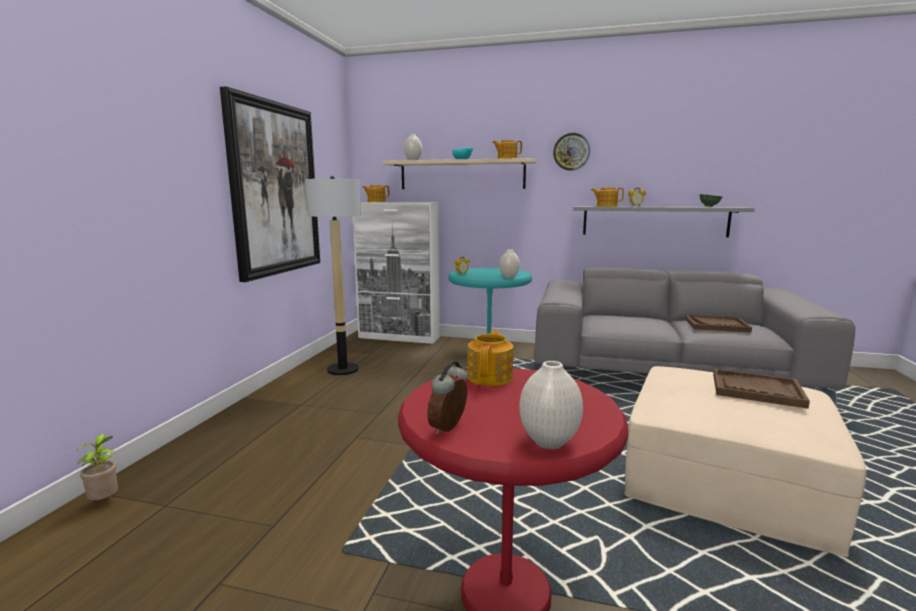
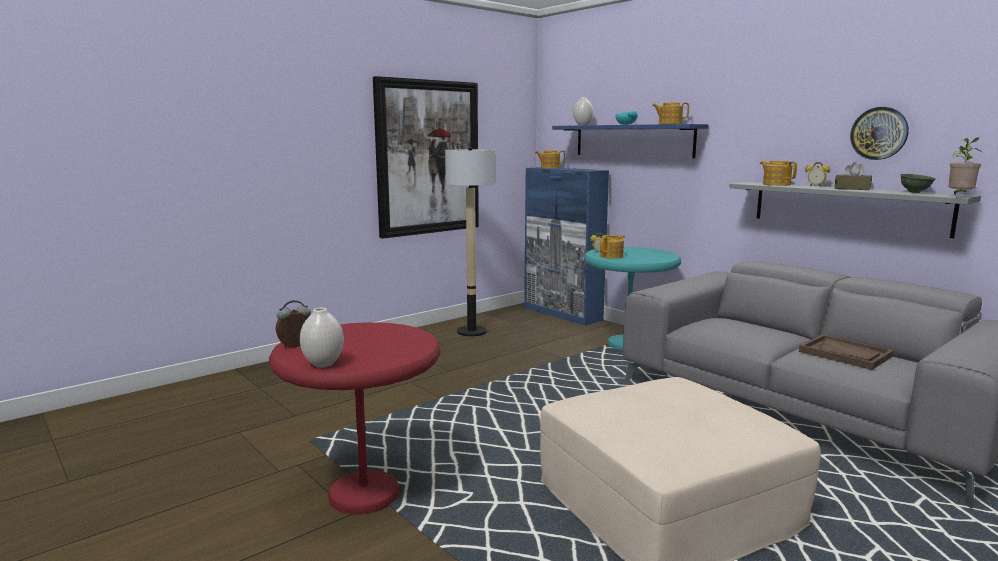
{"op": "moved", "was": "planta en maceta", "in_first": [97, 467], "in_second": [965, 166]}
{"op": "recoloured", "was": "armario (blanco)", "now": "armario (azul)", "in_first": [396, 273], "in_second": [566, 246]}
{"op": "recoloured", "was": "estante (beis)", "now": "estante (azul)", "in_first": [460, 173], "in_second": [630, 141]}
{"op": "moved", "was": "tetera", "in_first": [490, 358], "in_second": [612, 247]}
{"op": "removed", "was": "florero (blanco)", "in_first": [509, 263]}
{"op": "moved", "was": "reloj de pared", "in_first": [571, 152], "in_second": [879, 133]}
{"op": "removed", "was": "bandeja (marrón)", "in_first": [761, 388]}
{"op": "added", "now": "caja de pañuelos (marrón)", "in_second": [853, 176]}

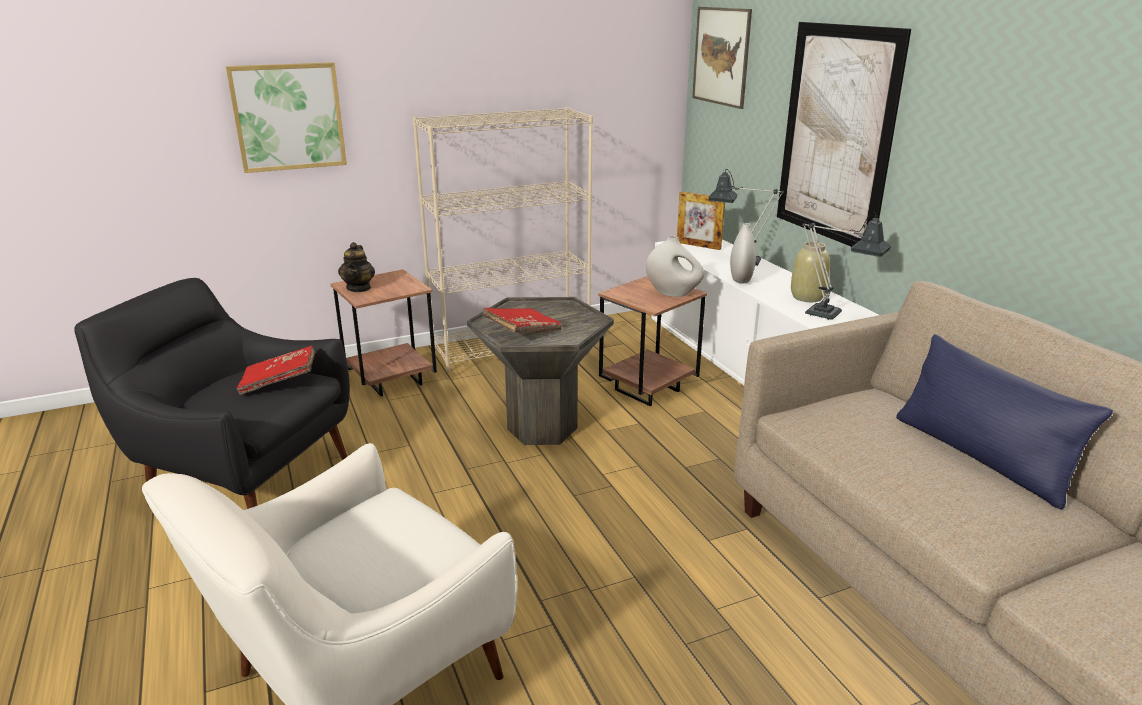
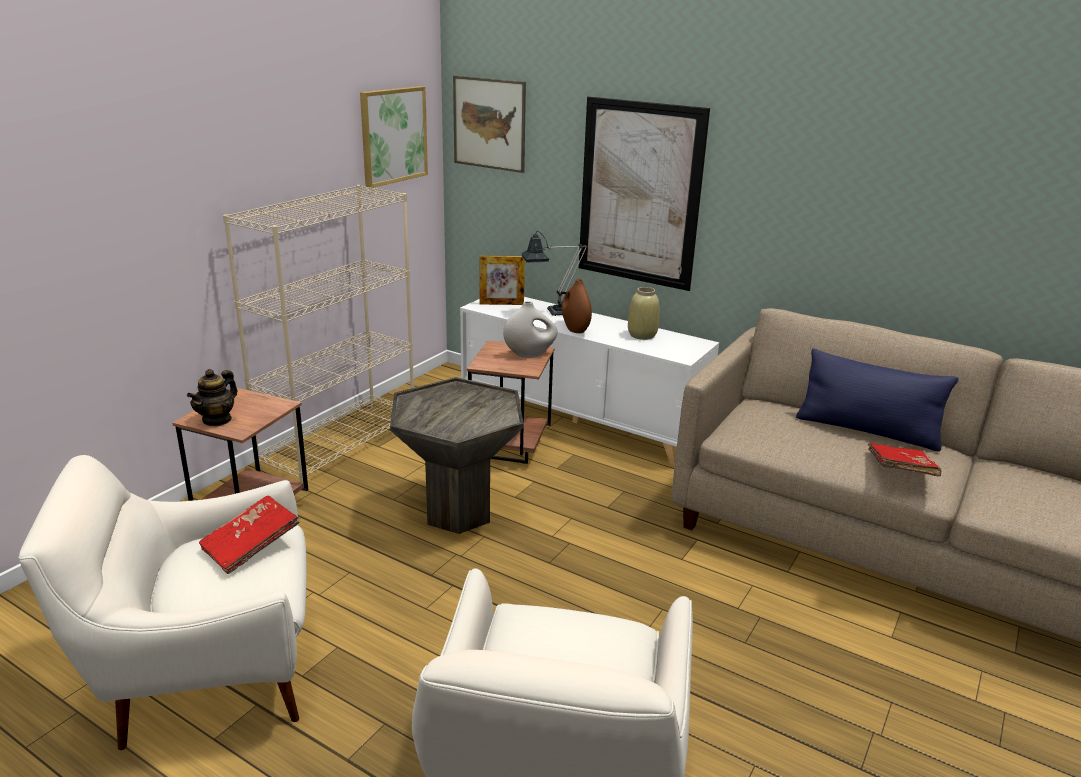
{"op": "recoloured", "was": "sillón (negro)", "now": "sillón (blanco)", "in_first": [212, 393], "in_second": [162, 602]}
{"op": "moved", "was": "cuadro", "in_first": [286, 117], "in_second": [394, 137]}
{"op": "turned", "was": "tetera", "in_first": [356, 267], "in_second": [212, 397], "clockwise": 60}
{"op": "moved", "was": "libro (rojo)", "in_first": [522, 320], "in_second": [905, 460]}
{"op": "recoloured", "was": "florero (blanco)", "now": "florero (marrón)", "in_first": [743, 253], "in_second": [577, 306]}
{"op": "removed", "was": "lámpara de mesa", "in_first": [846, 266]}

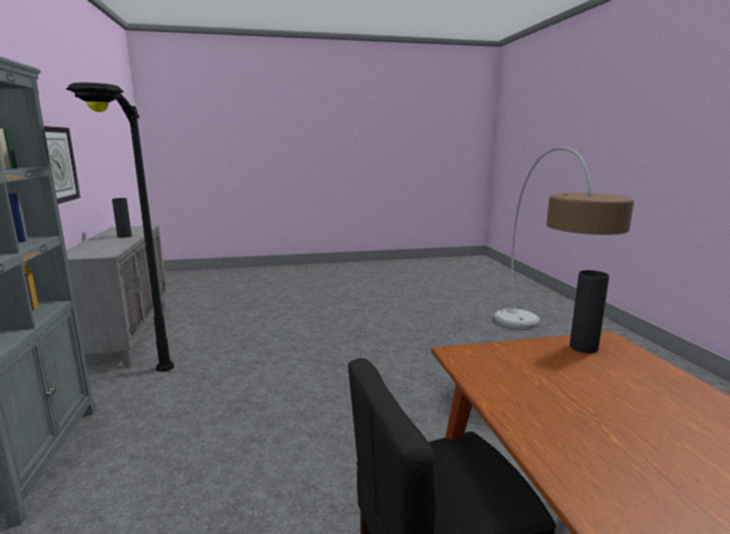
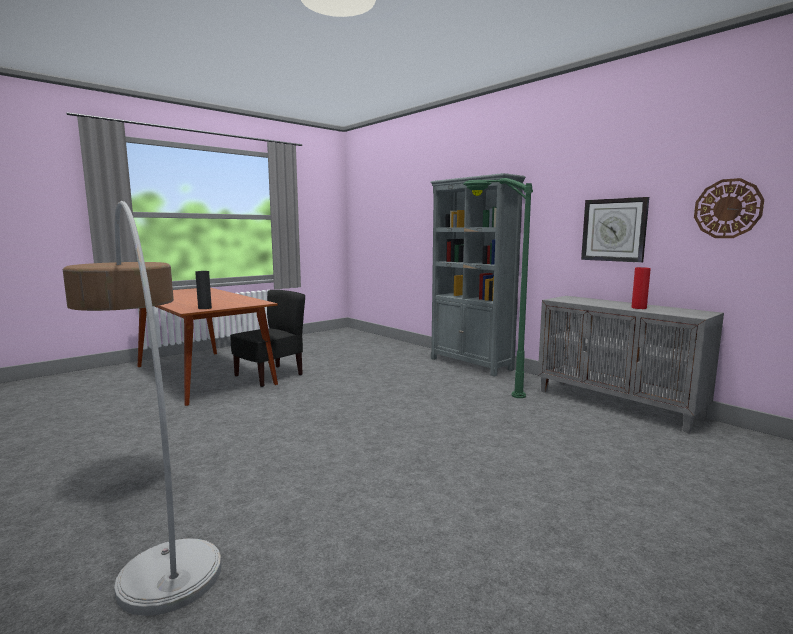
{"op": "recoloured", "was": "lámpara de pie (negro)", "now": "lámpara de pie (verde)", "in_first": [120, 227], "in_second": [498, 288]}
{"op": "recoloured", "was": "florero (negro)", "now": "florero (rojo)", "in_first": [122, 218], "in_second": [641, 288]}
{"op": "added", "now": "reloj de pared", "in_second": [729, 208]}

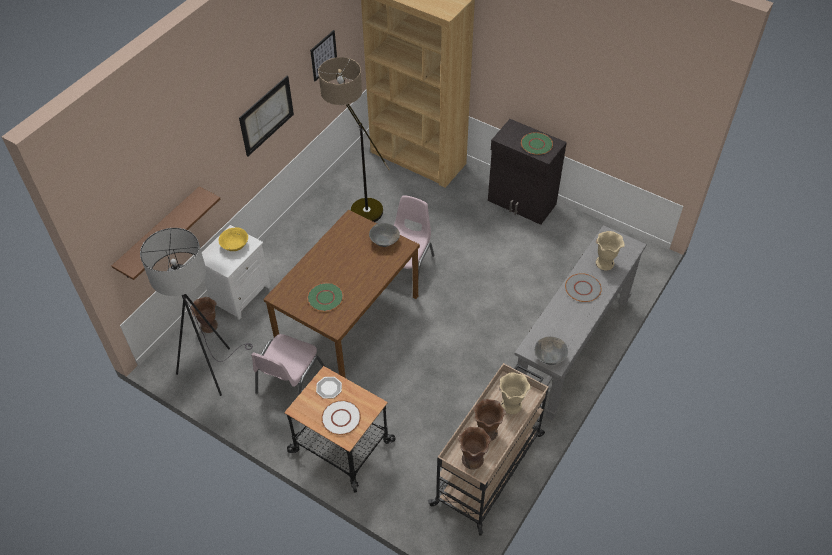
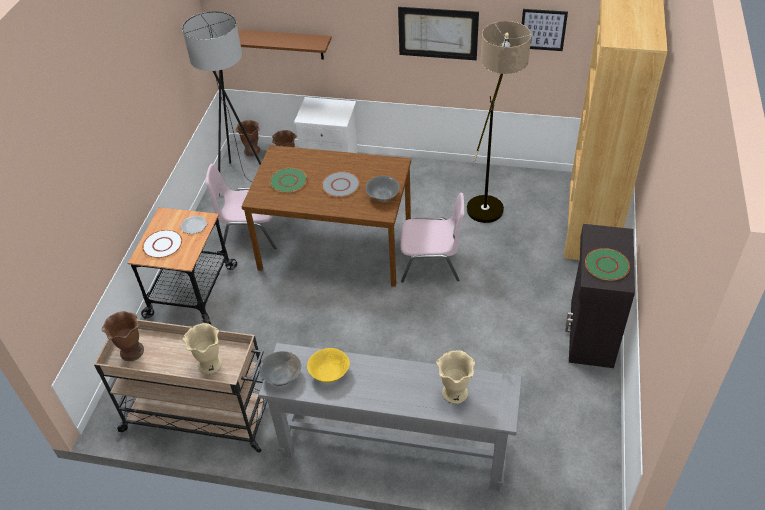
{"op": "moved", "was": "cuenco (amarillo)", "in_first": [233, 239], "in_second": [328, 365]}
{"op": "moved", "was": "florero (marrón)", "in_first": [489, 420], "in_second": [248, 138]}
{"op": "moved", "was": "plato (gris)", "in_first": [583, 287], "in_second": [341, 184]}

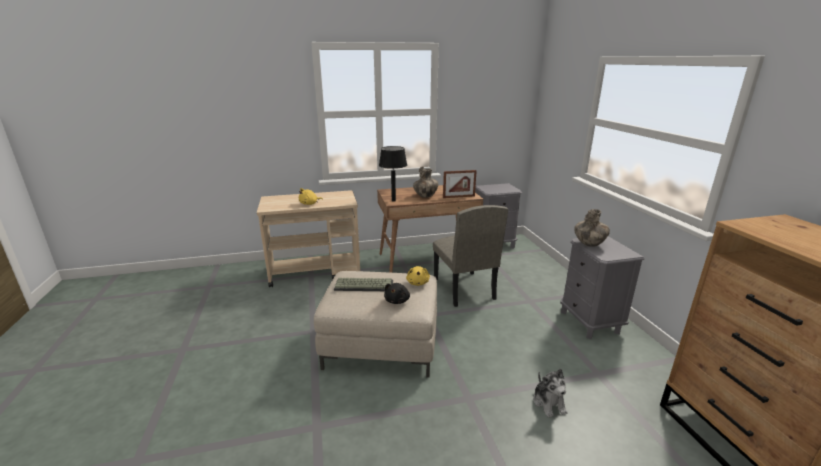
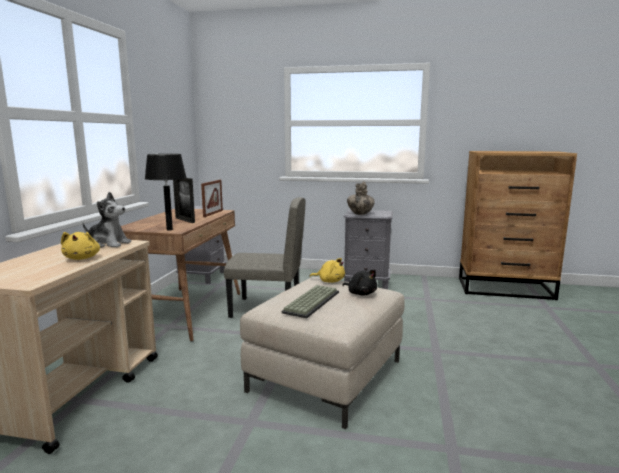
{"op": "replaced", "was": "florero", "now": "portarretratos", "in_first": [425, 182], "in_second": [184, 200]}
{"op": "moved", "was": "peluche", "in_first": [550, 393], "in_second": [107, 219]}

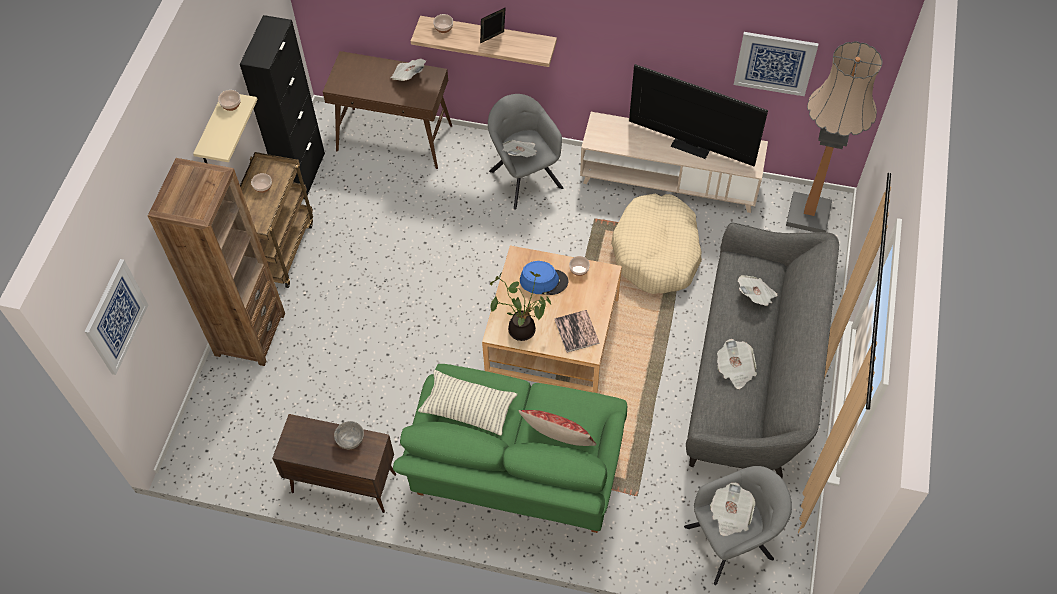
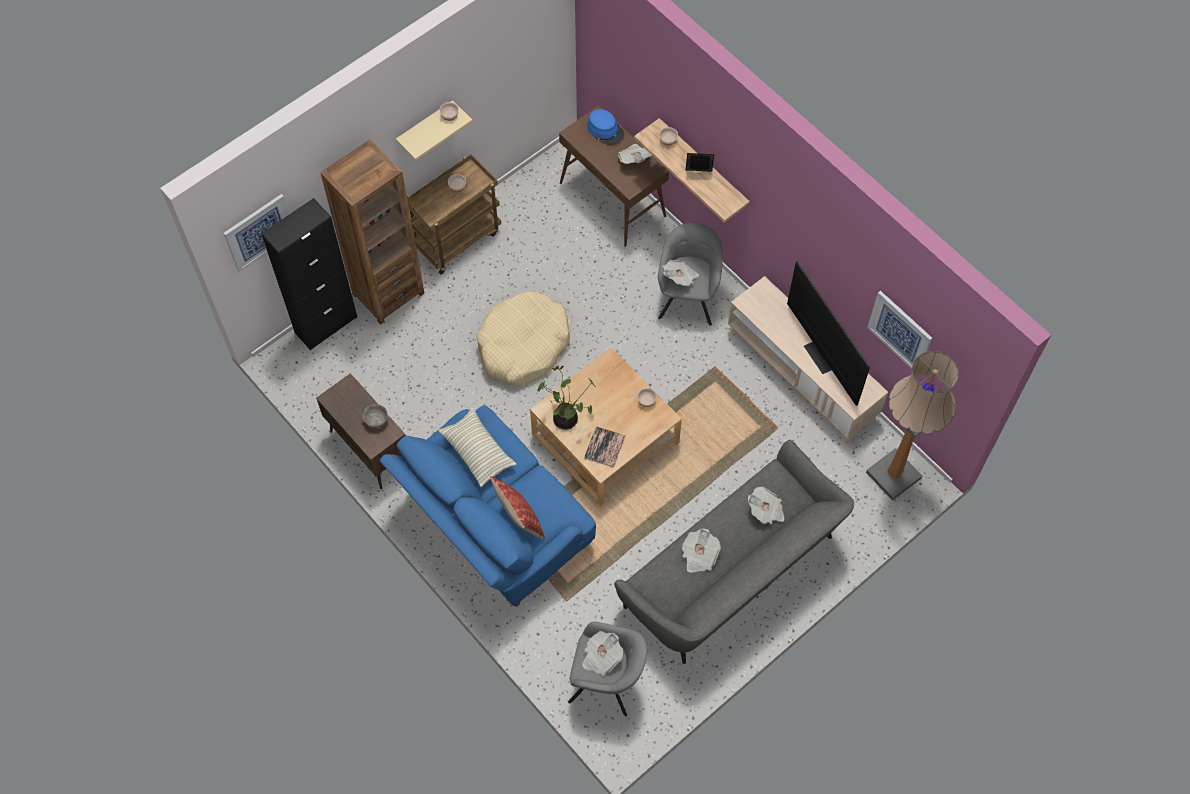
{"op": "moved", "was": "armario (negro)", "in_first": [282, 107], "in_second": [309, 274]}
{"op": "recoloured", "was": "sofá (verde)", "now": "sofá (azul)", "in_first": [510, 448], "in_second": [488, 506]}
{"op": "moved", "was": "sombrero (azul)", "in_first": [544, 278], "in_second": [605, 127]}
{"op": "moved", "was": "cama para perro (beis)", "in_first": [656, 244], "in_second": [523, 338]}

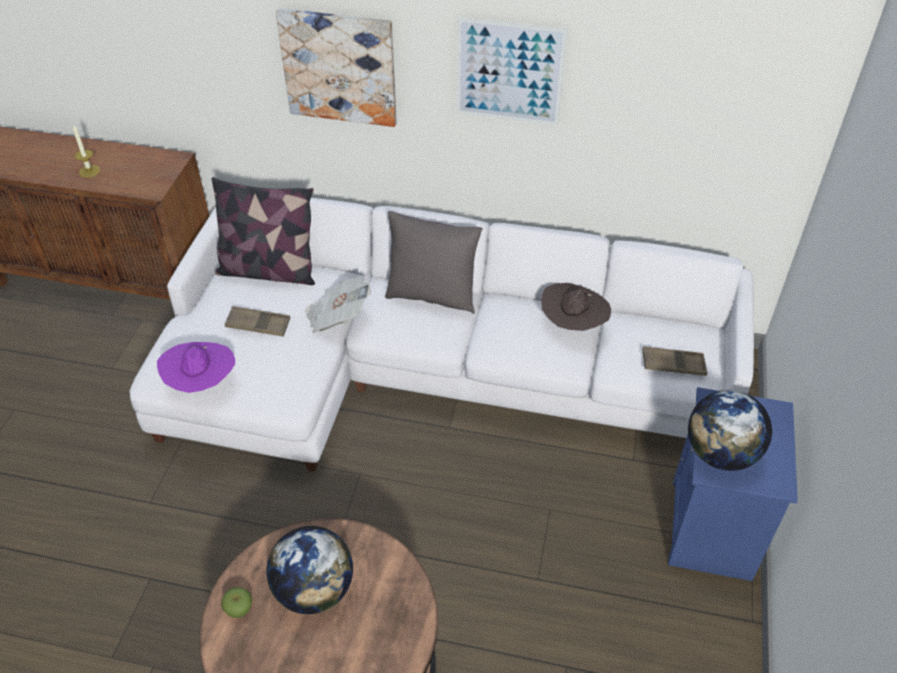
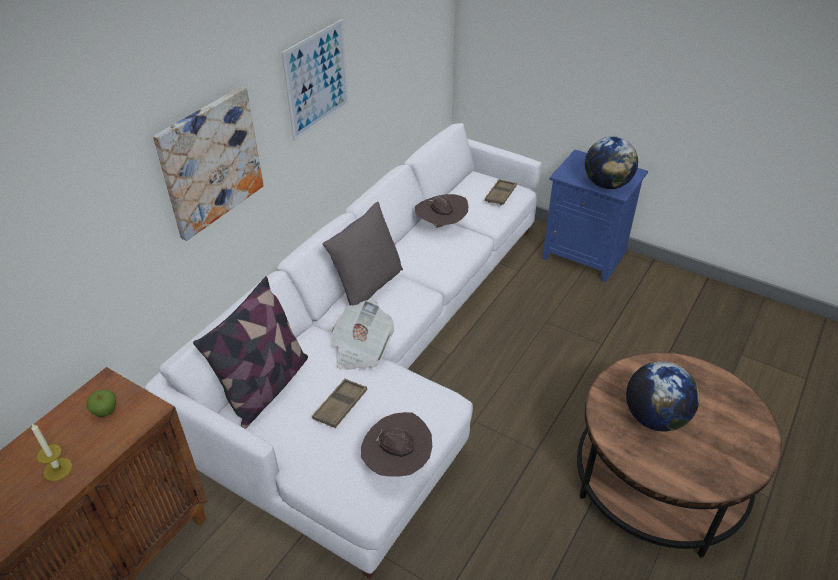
{"op": "recoloured", "was": "sombrero (morado)", "now": "sombrero (marrón)", "in_first": [196, 367], "in_second": [396, 444]}
{"op": "moved", "was": "manzana", "in_first": [236, 602], "in_second": [101, 403]}

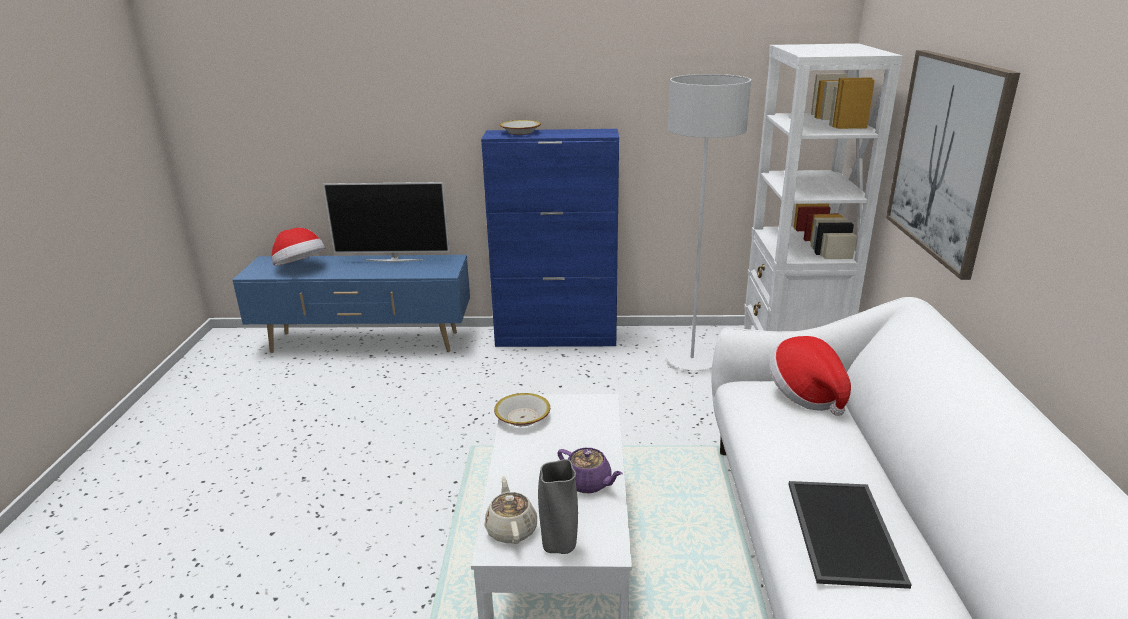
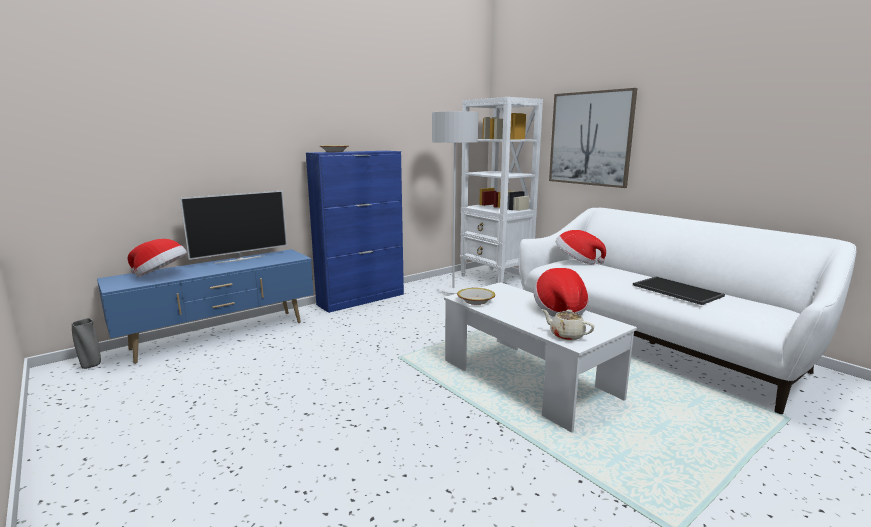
{"op": "moved", "was": "florero (gris)", "in_first": [558, 506], "in_second": [86, 343]}
{"op": "replaced", "was": "tetera (morado)", "now": "sombrero", "in_first": [590, 470], "in_second": [561, 292]}

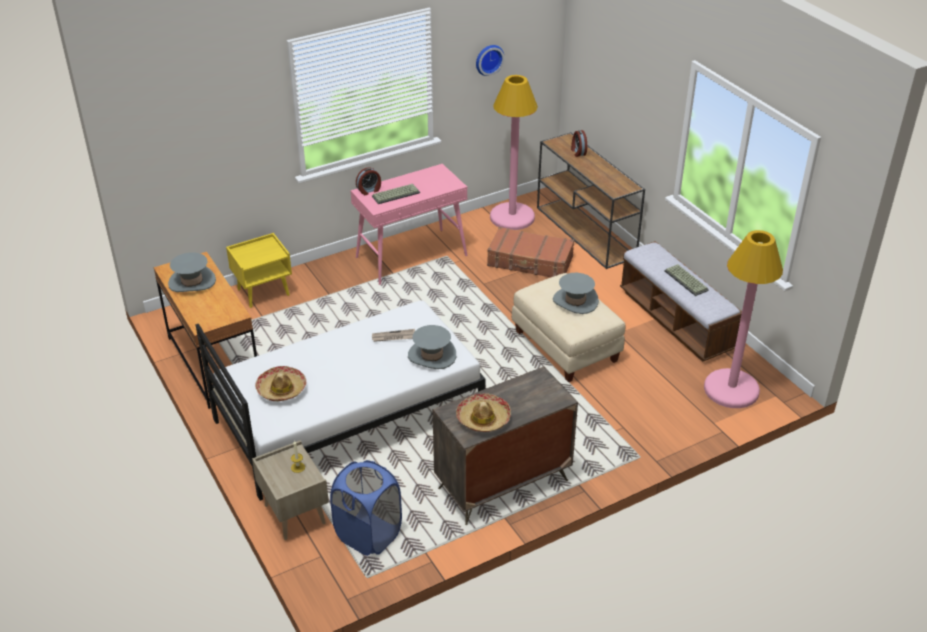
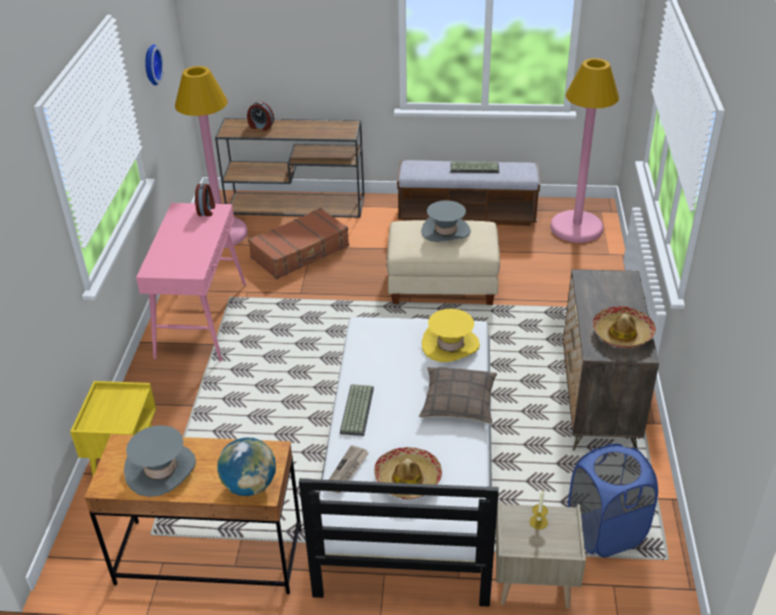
{"op": "moved", "was": "despertador", "in_first": [368, 181], "in_second": [205, 199]}
{"op": "moved", "was": "teclado", "in_first": [396, 194], "in_second": [357, 410]}
{"op": "moved", "was": "periódico", "in_first": [393, 335], "in_second": [349, 469]}
{"op": "recoloured", "was": "sombrero (gris)", "now": "sombrero (amarillo)", "in_first": [432, 347], "in_second": [451, 335]}
{"op": "added", "now": "globo terráqueo", "in_second": [246, 466]}
{"op": "added", "now": "cojín", "in_second": [458, 395]}

